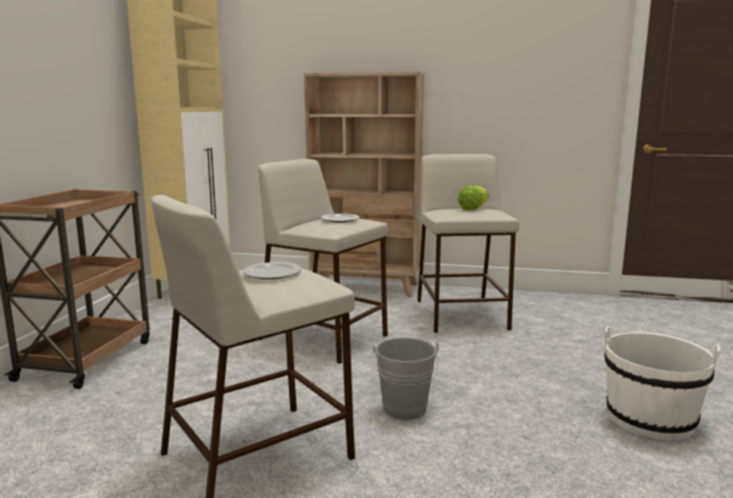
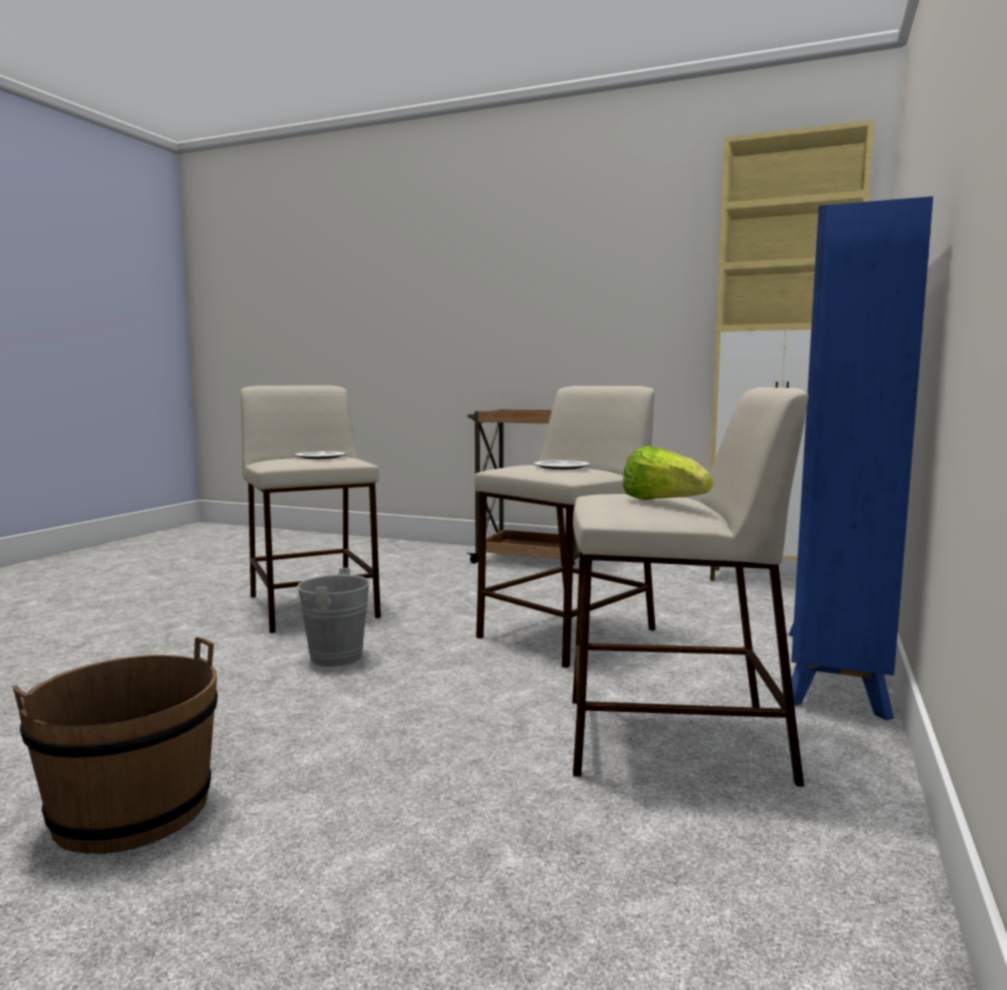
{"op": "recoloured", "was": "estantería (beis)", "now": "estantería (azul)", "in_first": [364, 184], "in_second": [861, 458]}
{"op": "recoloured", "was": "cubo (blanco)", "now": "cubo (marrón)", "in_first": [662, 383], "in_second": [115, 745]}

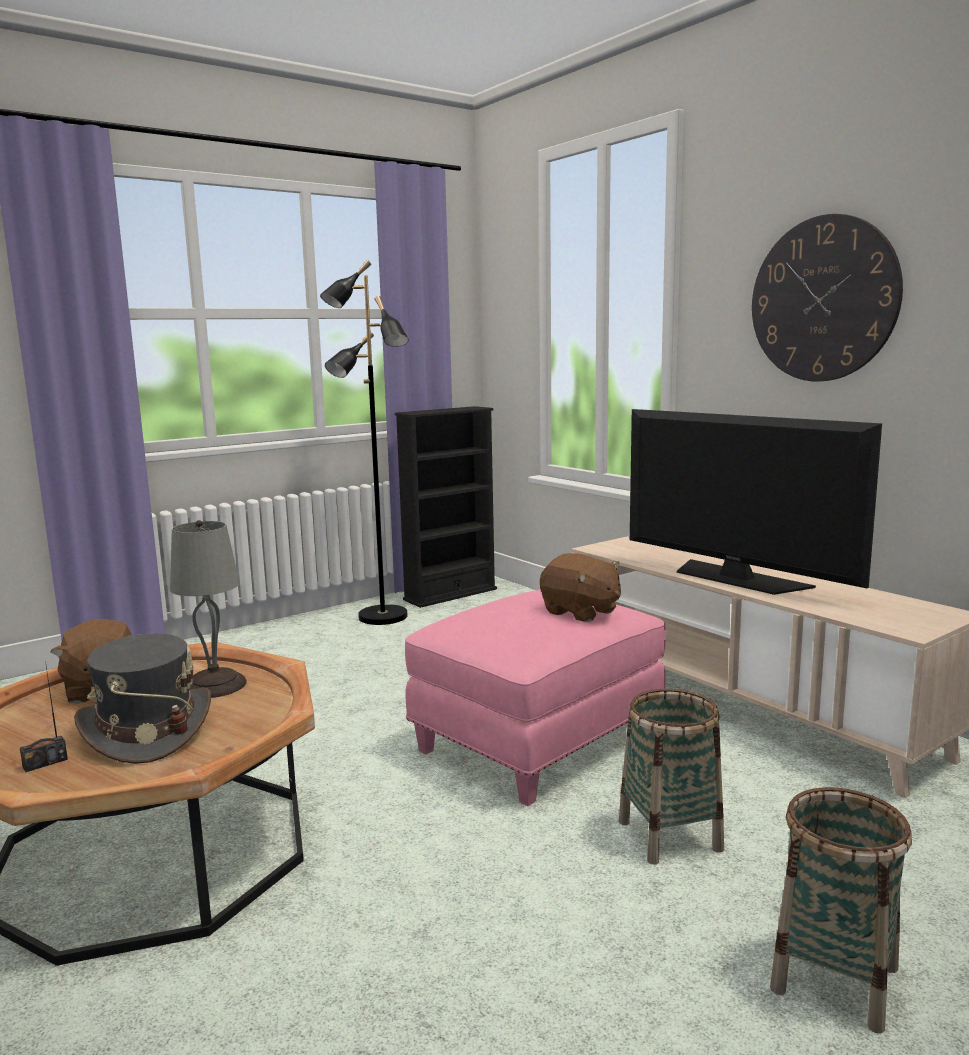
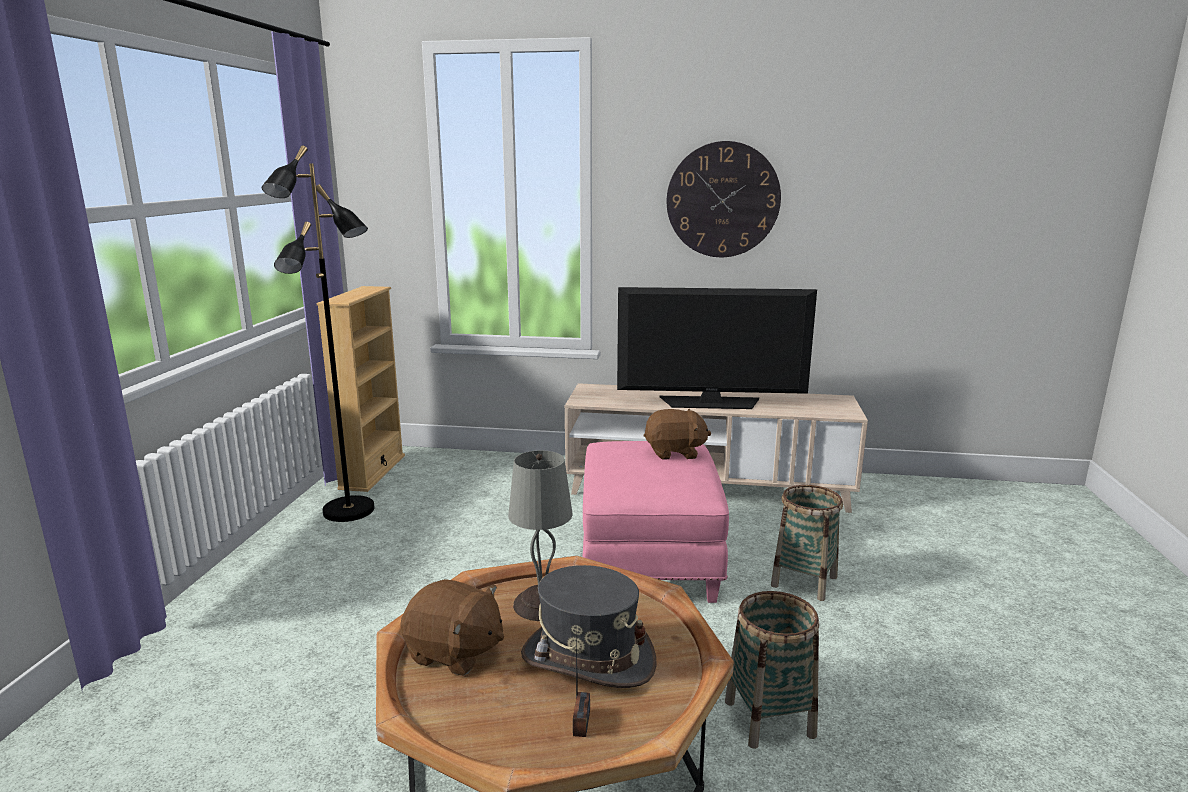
{"op": "recoloured", "was": "estantería (negro)", "now": "estantería (beis)", "in_first": [446, 507], "in_second": [361, 389]}
{"op": "moved", "was": "cesta", "in_first": [841, 910], "in_second": [772, 670]}

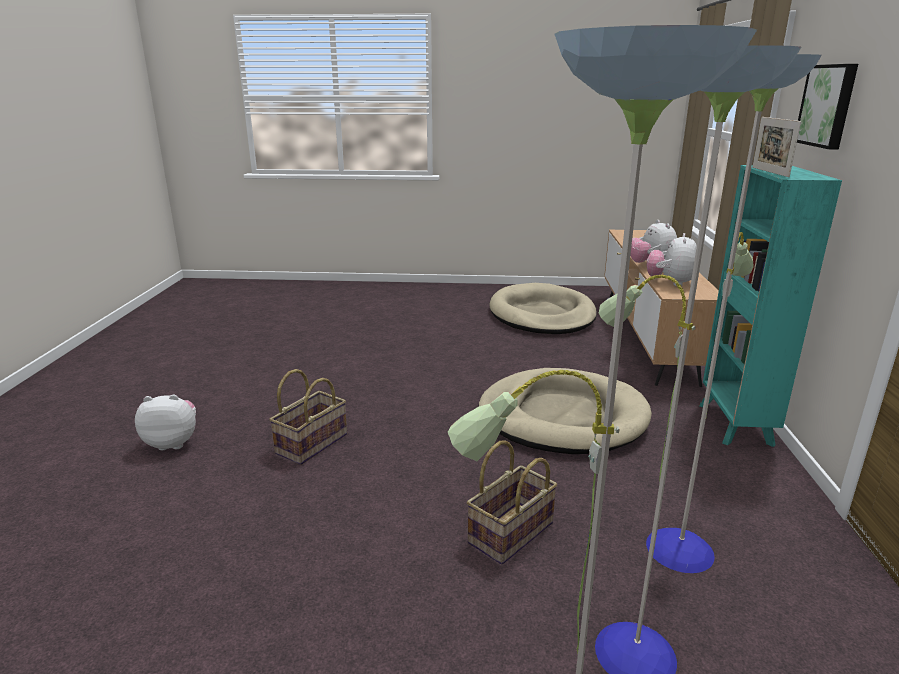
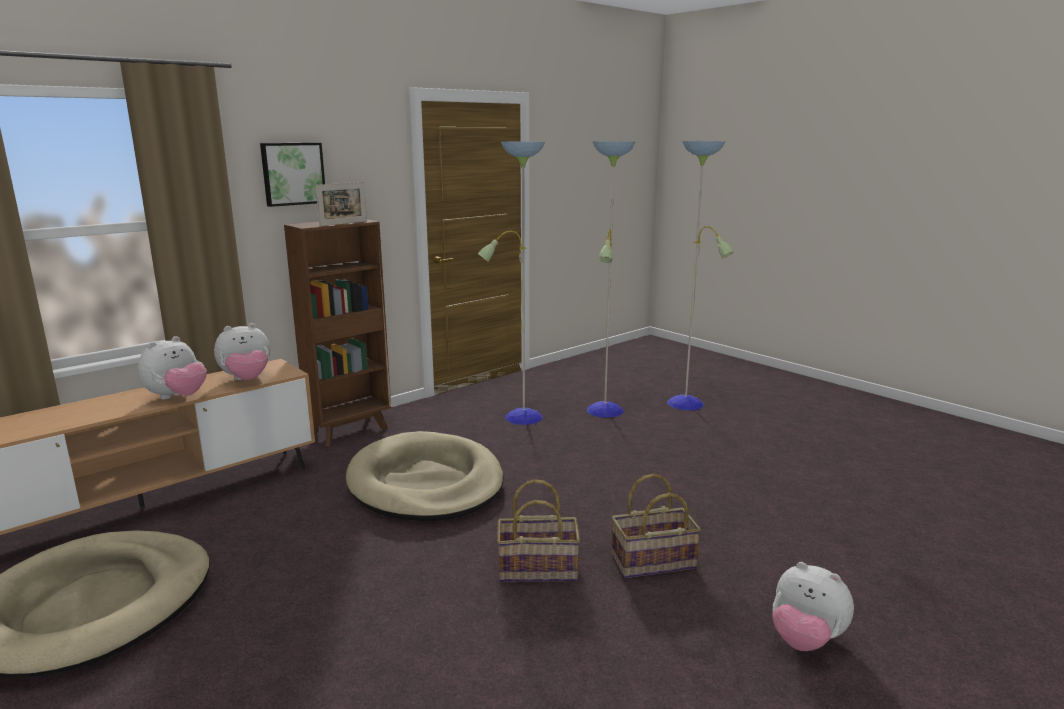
{"op": "moved", "was": "cesta", "in_first": [512, 502], "in_second": [538, 530]}
{"op": "recoloured", "was": "estantería (turquesa)", "now": "estantería (marrón)", "in_first": [770, 306], "in_second": [337, 333]}

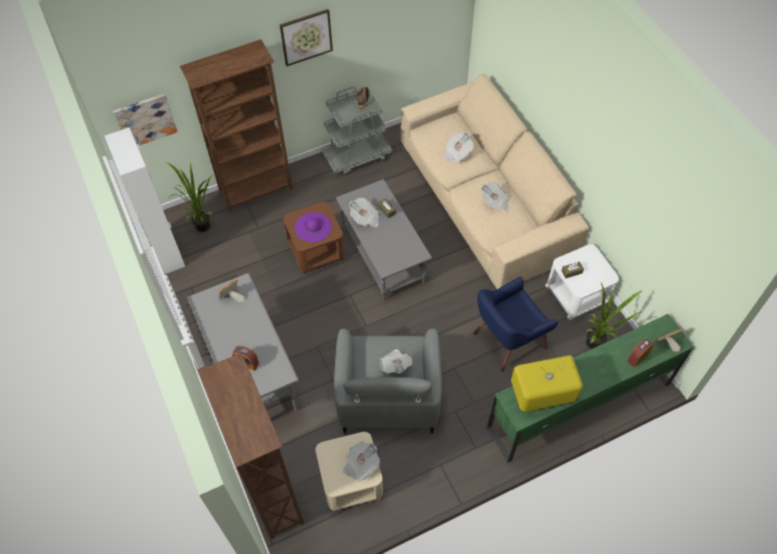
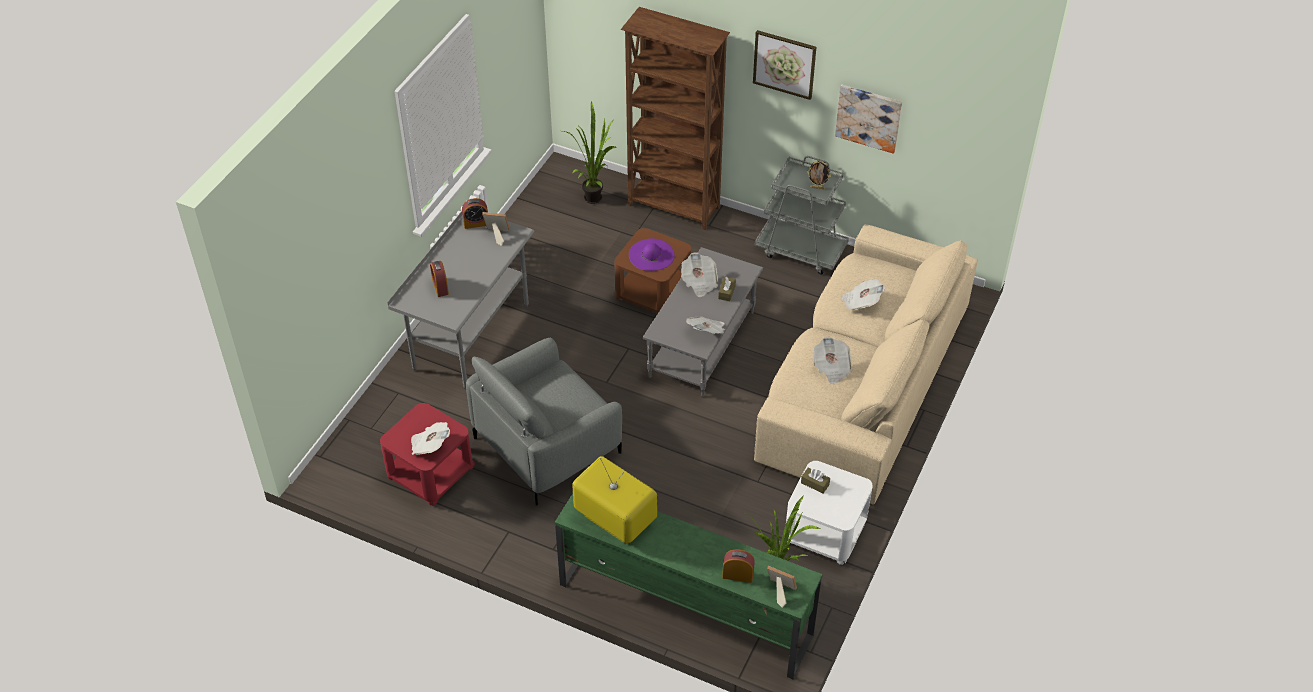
{"op": "removed", "was": "armario (blanco)", "in_first": [145, 201]}
{"op": "moved", "was": "cuadro", "in_first": [145, 119], "in_second": [868, 119]}
{"op": "removed", "was": "estantería (marrón)", "in_first": [251, 446]}
{"op": "recoloured", "was": "mesa auxiliar (beis)", "now": "mesa auxiliar (rojo)", "in_first": [349, 471], "in_second": [427, 454]}
{"op": "moved", "was": "periódico", "in_first": [396, 361], "in_second": [705, 325]}
{"op": "removed", "was": "sillón (azul)", "in_first": [515, 324]}
{"op": "added", "now": "despertador", "in_second": [475, 213]}

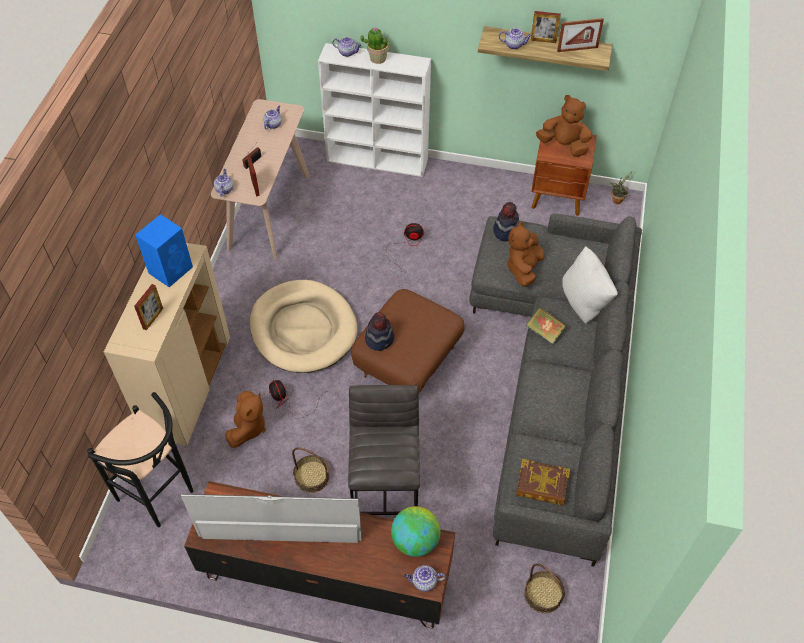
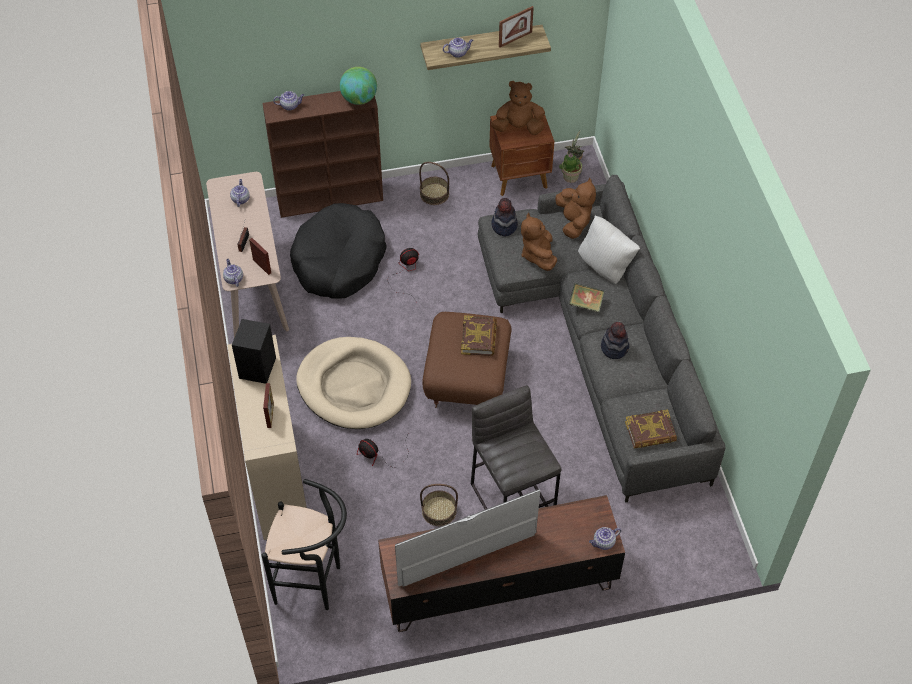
{"op": "recoloured", "was": "altavoz (azul)", "now": "altavoz (negro)", "in_first": [164, 250], "in_second": [254, 351]}
{"op": "moved", "was": "peluche (marrón)", "in_first": [245, 419], "in_second": [575, 208]}
{"op": "recoloured", "was": "estantería (blanco)", "now": "estantería (marrón)", "in_first": [374, 110], "in_second": [322, 154]}
{"op": "moved", "was": "planta en maceta", "in_first": [374, 45], "in_second": [570, 168]}
{"op": "moved", "was": "sombrero", "in_first": [379, 331], "in_second": [615, 340]}
{"op": "moved", "was": "globo terráqueo", "in_first": [415, 531], "in_second": [358, 86]}
{"op": "moved", "was": "cesta", "in_first": [544, 588], "in_second": [434, 183]}
{"op": "removed", "was": "portarretratos", "in_first": [546, 27]}
{"op": "added", "now": "cama para perro (negro)", "in_second": [338, 250]}
{"op": "added", "now": "libro", "in_second": [479, 335]}

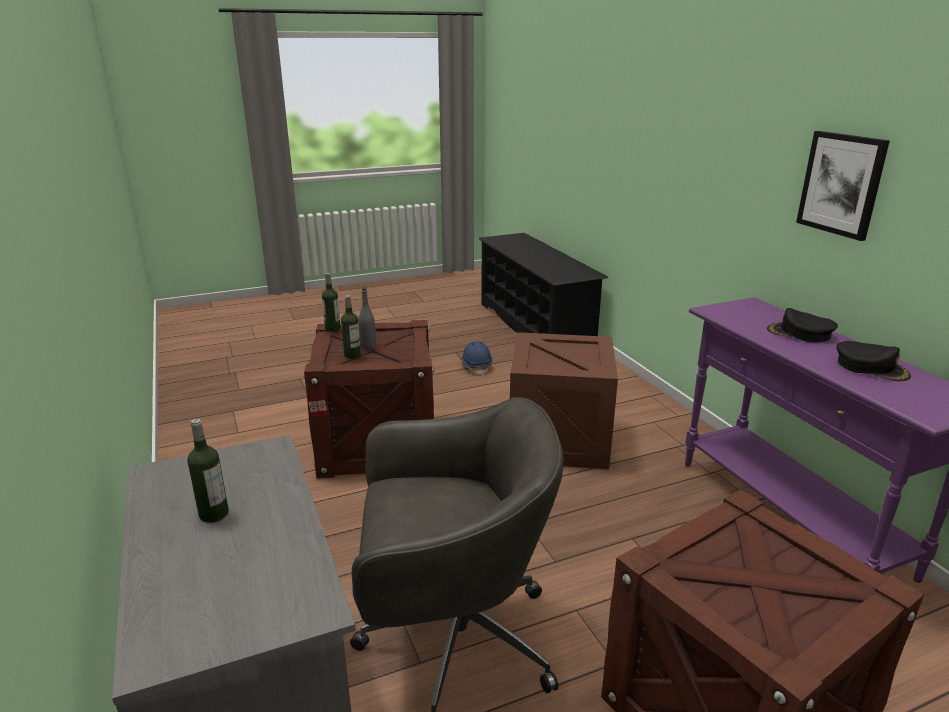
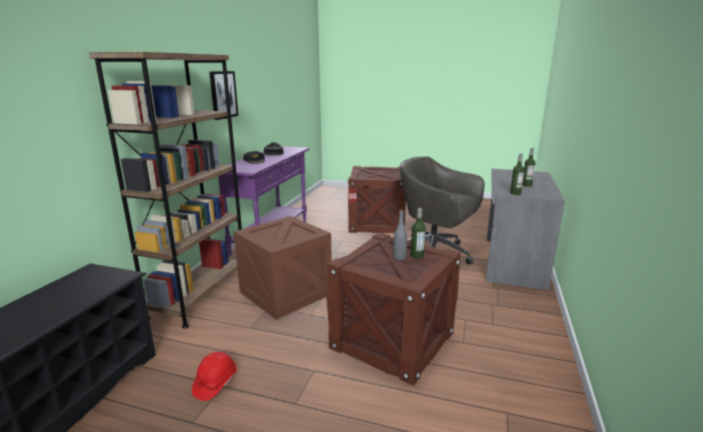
{"op": "moved", "was": "botella", "in_first": [331, 302], "in_second": [517, 174]}
{"op": "recoloured", "was": "casco (azul)", "now": "casco (rojo)", "in_first": [477, 358], "in_second": [214, 376]}
{"op": "added", "now": "estantería (marrón)", "in_second": [165, 190]}

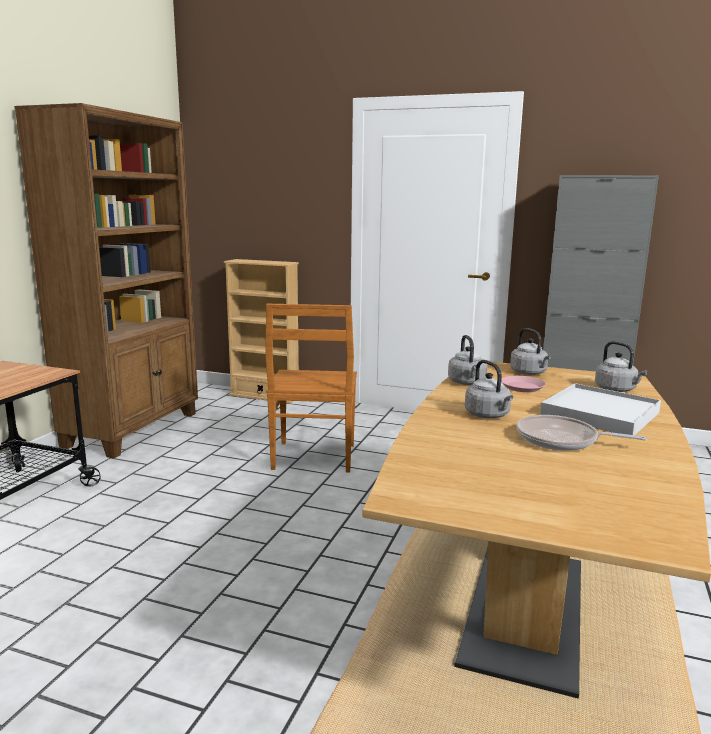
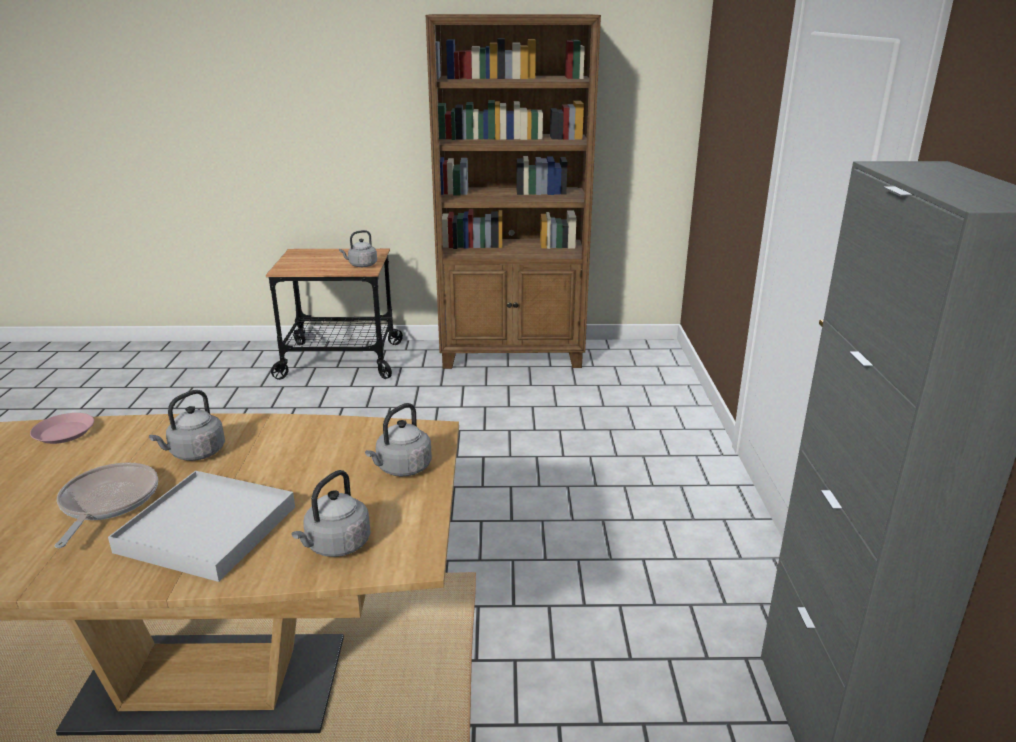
{"op": "removed", "was": "estantería (beis)", "in_first": [261, 331]}
{"op": "removed", "was": "silla (marrón)", "in_first": [311, 388]}
{"op": "moved", "was": "hervidor (gris)", "in_first": [467, 360], "in_second": [358, 248]}
{"op": "moved", "was": "plato (rosa)", "in_first": [523, 384], "in_second": [62, 428]}

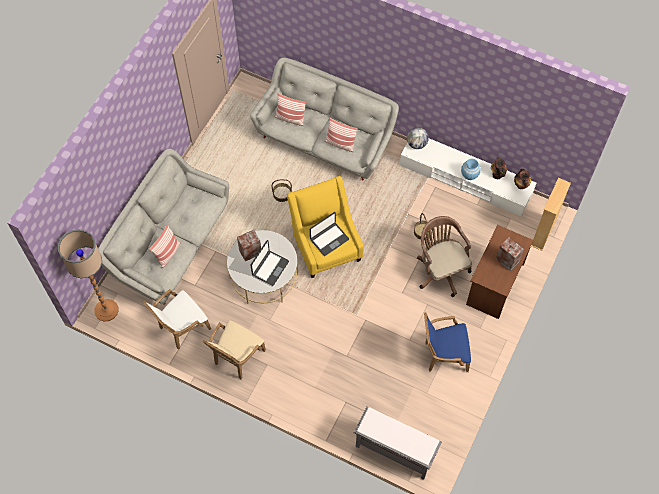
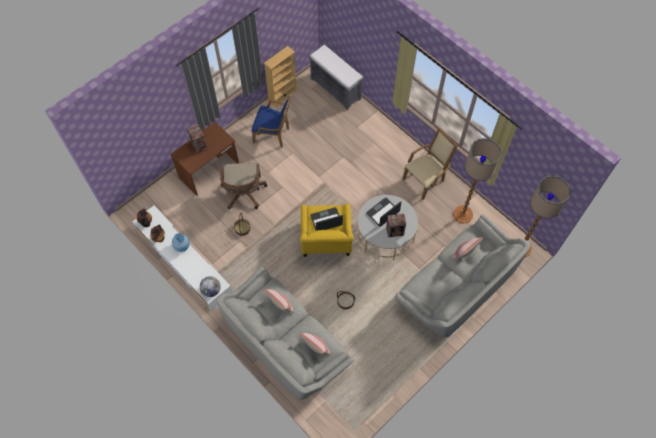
{"op": "replaced", "was": "sillón (blanco)", "now": "lámpara de pie", "in_first": [176, 319], "in_second": [477, 181]}
{"op": "moved", "was": "estantería (beis)", "in_first": [551, 214], "in_second": [280, 76]}

